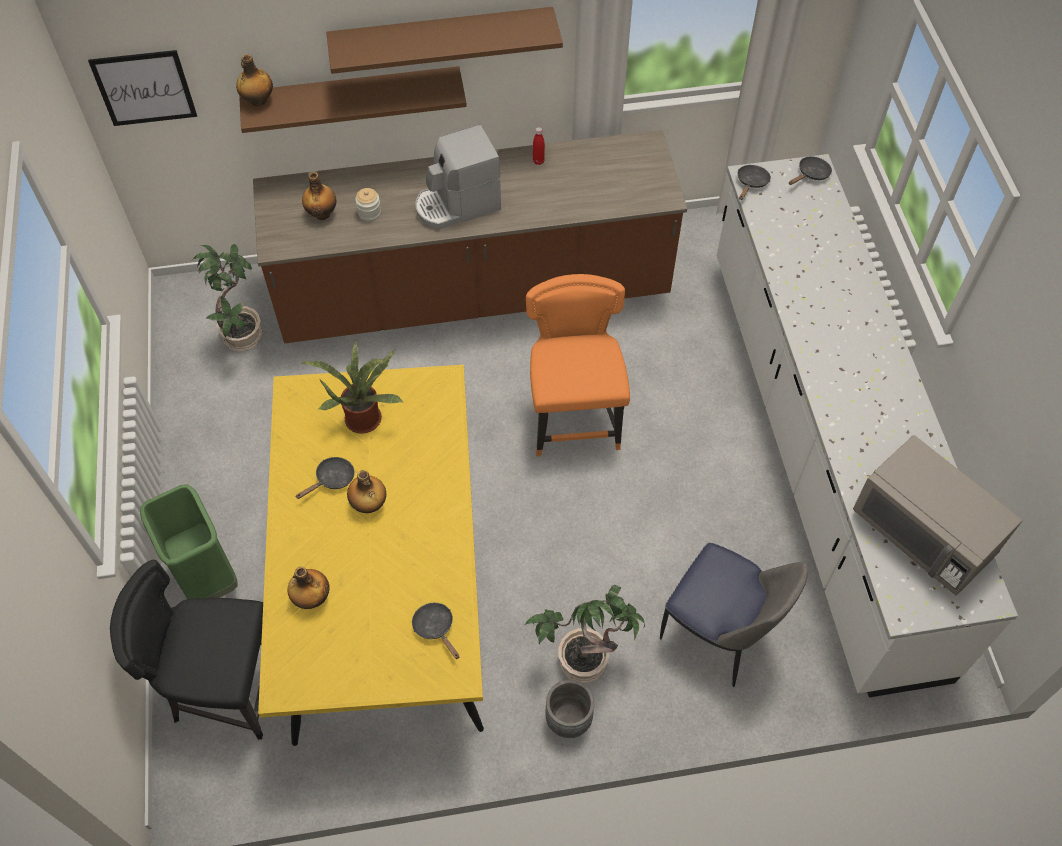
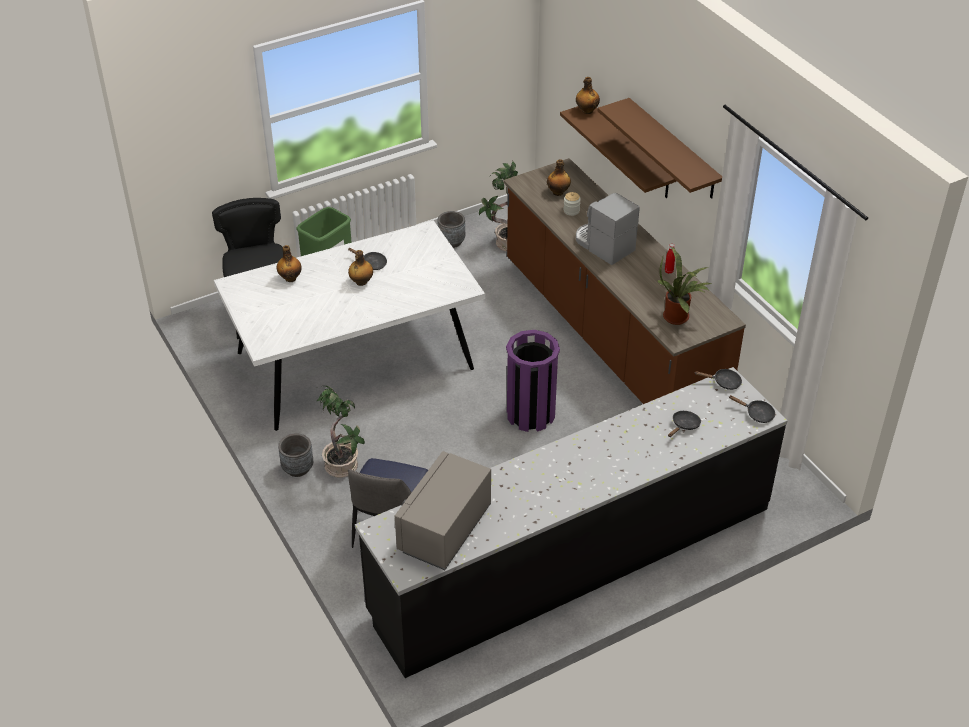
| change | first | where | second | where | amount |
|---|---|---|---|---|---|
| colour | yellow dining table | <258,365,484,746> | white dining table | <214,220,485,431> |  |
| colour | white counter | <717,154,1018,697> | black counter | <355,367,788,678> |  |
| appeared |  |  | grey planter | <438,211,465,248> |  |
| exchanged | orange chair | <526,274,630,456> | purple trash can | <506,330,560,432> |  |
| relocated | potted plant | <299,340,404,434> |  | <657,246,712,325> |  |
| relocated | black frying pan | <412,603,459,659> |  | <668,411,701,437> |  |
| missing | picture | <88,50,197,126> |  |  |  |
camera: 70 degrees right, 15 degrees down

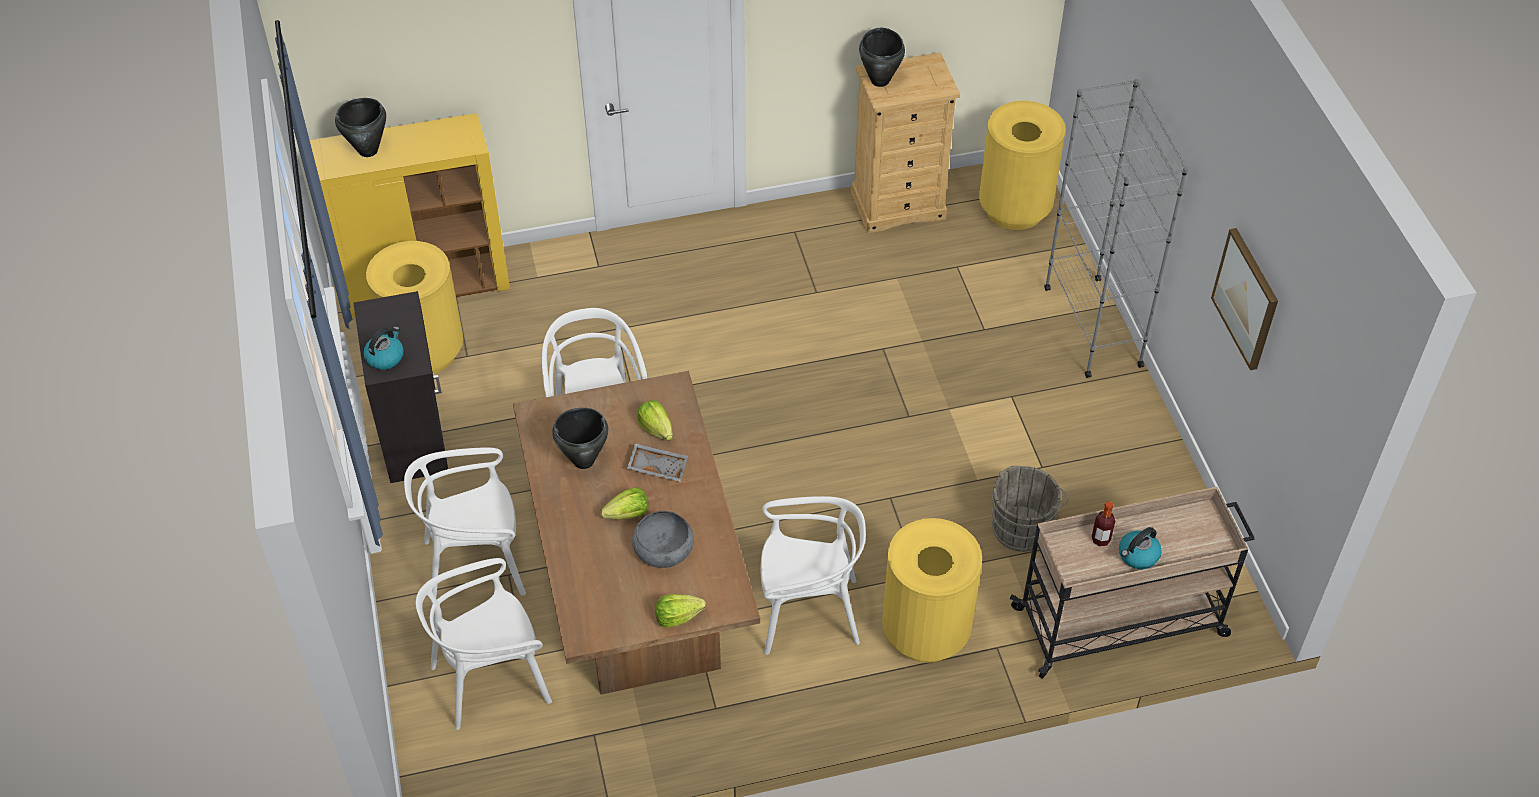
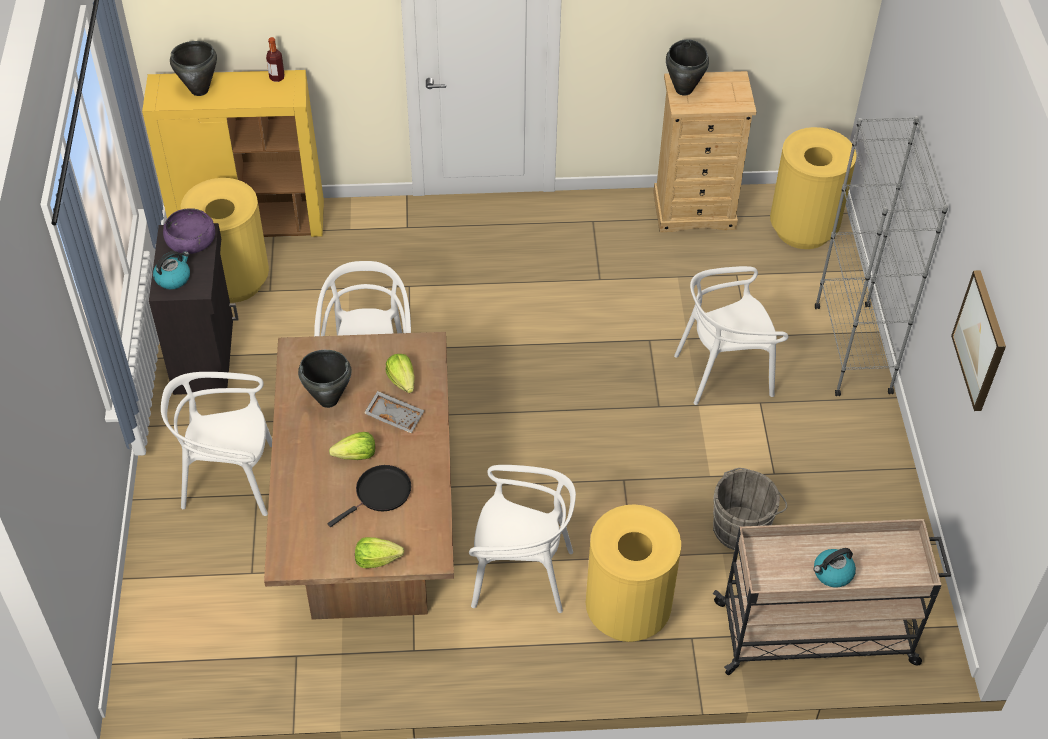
| change | first | where | second | where | amount |
|---|---|---|---|---|---|
| appeared |  |  | purple bowl | <163,208,215,254> |  |
| relocated | bottle | <1092,501,1115,546> |  | <266,37,285,82> |  |
| exchanged | grey bowl | <632,511,694,568> | black frying pan | <328,465,411,527> |  |
| relocated | white chair | <416,558,552,730> |  | <674,266,789,405> |  |
camera: 10 degrees right, 0 degrees up

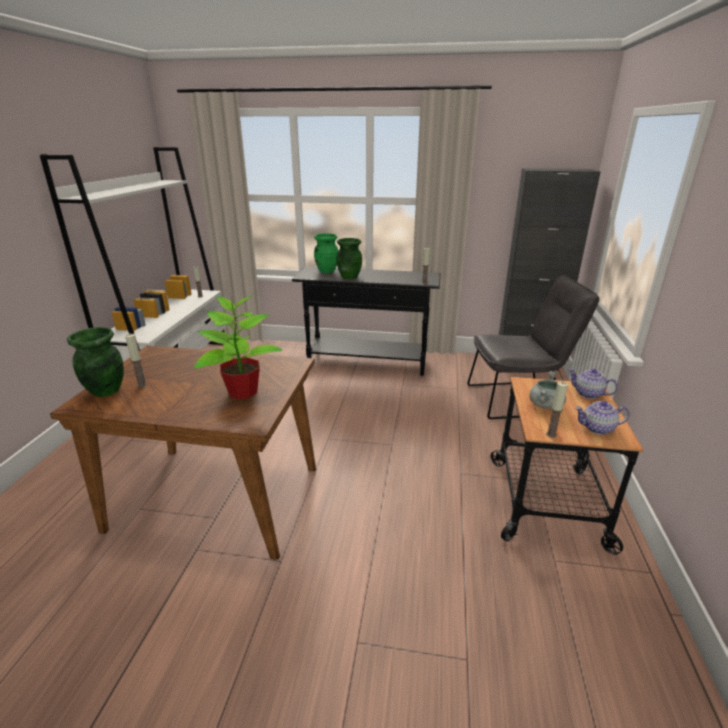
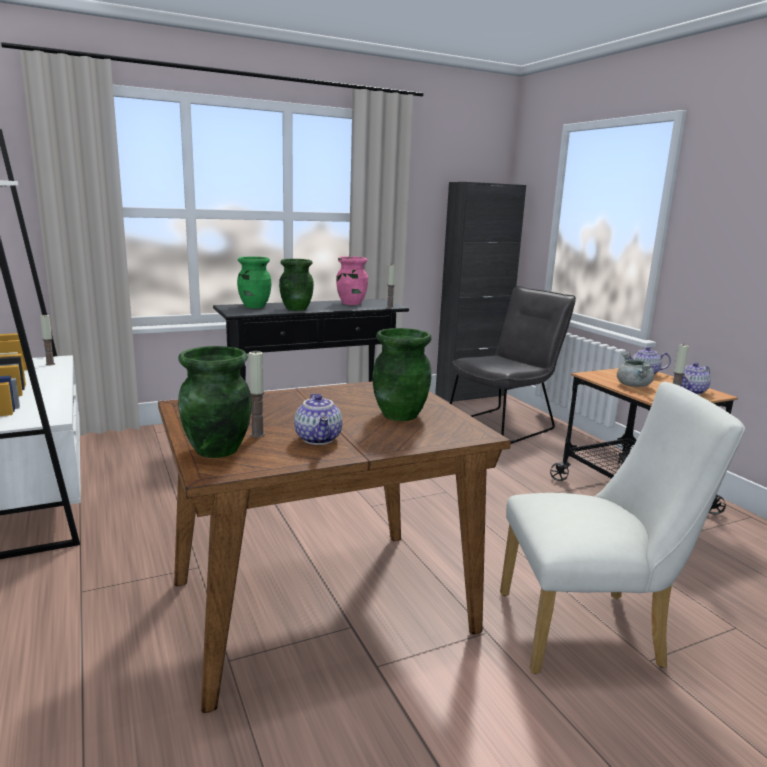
| change | first | where | second | where | amount |
|---|---|---|---|---|---|
| appeared |  |  | teapot | <294,393,342,445> |  |
| appeared |  |  | pink vase | <336,256,368,305> |  |
| exchanged | potted plant | <194,293,282,399> | green vase | <372,328,432,421> |  |
| appeared |  |  | white chair | <500,382,745,674> |  |
camera: 35 degrees left, 10 degrees down

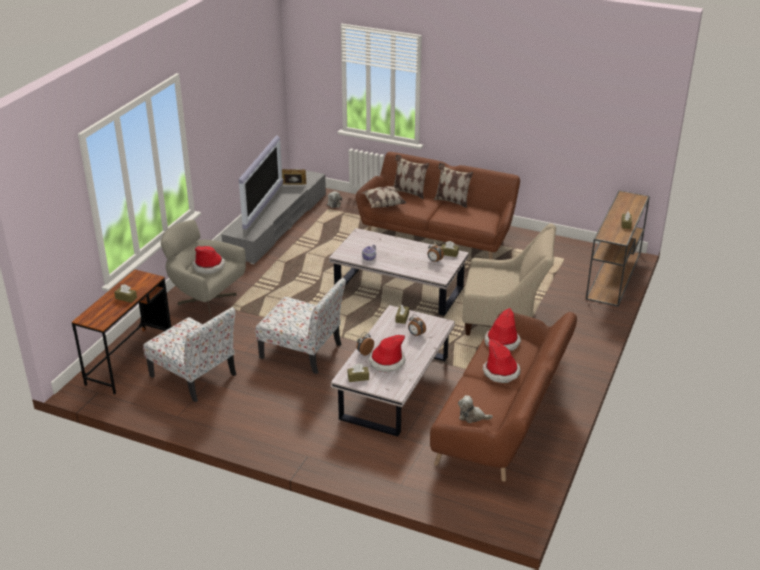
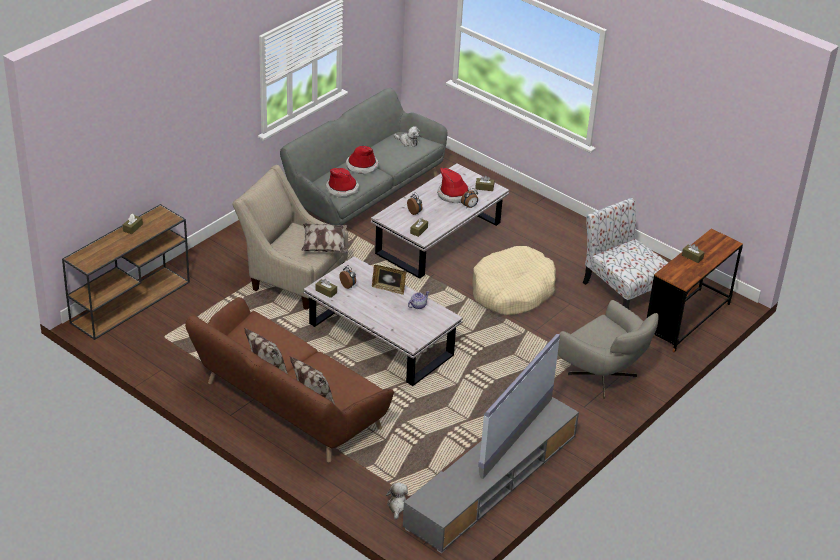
| change | first | where | second | where | amount |
|---|---|---|---|---|---|
| colour | brown sofa | <430,311,577,482> | grey sofa | <280,88,447,225> |  |
| relocated | pillow | <362,186,407,208> |  | <301,224,348,253> |  |
| relocated | picture frame | <282,169,306,185> |  | <372,265,406,295> |  |
| exchanged | chair | <255,278,346,374> | beige dog bed | <472,246,556,315> |  |
| missing | hat | <193,246,225,274> |  |  |  |
camera: 165 degrees left, 5 degrees up

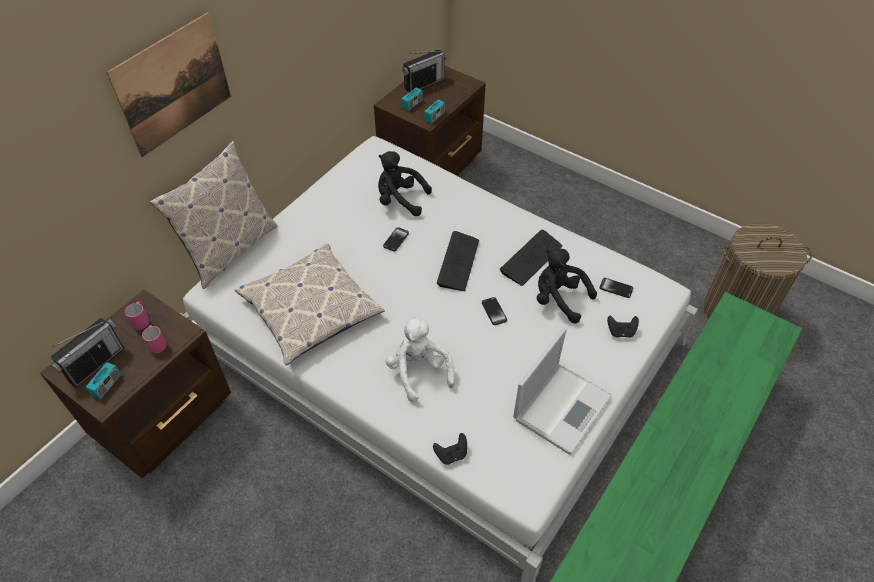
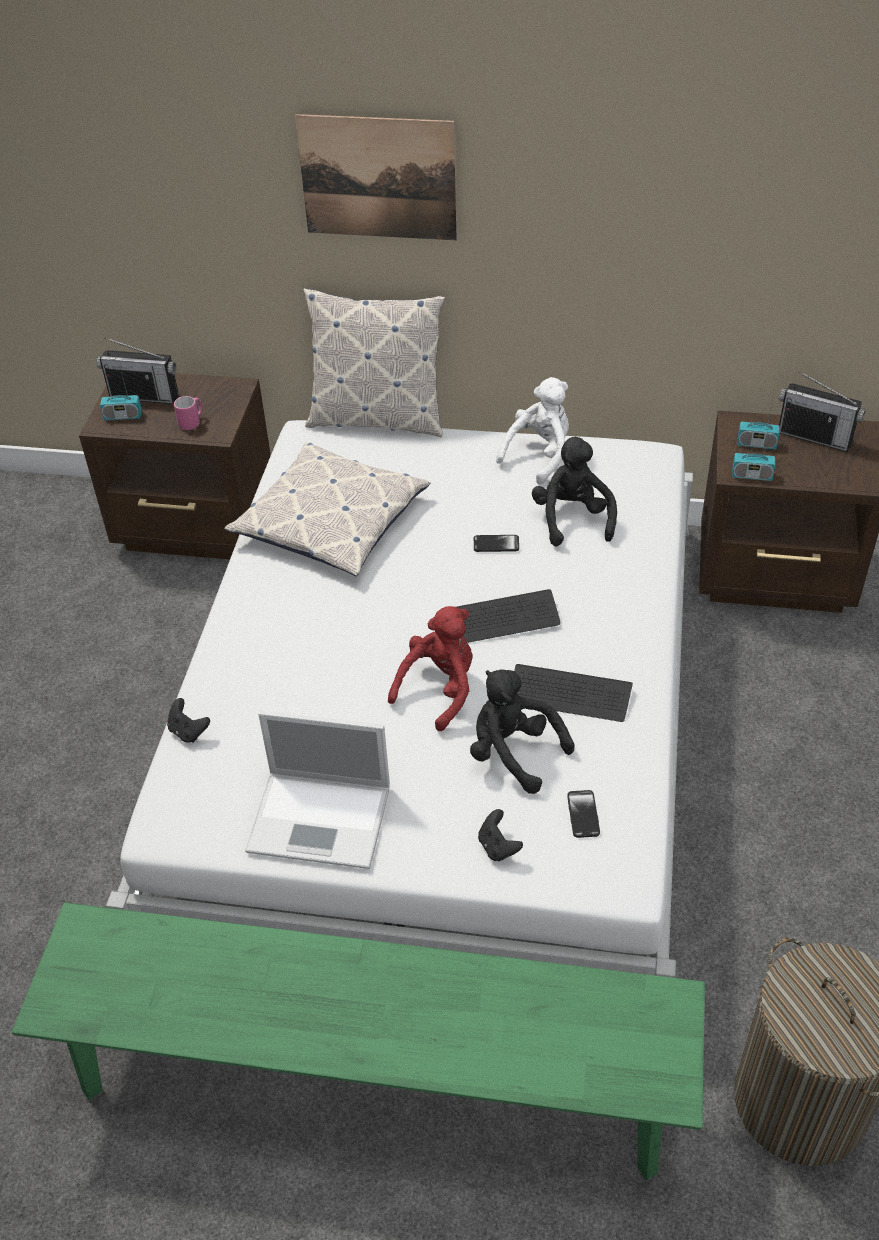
| change | first | where | second | where | amount |
|---|---|---|---|---|---|
| exchanged | phone | <482,297,507,325> | red plush toy | <388,606,473,731> |  |
| spun | black plush toy | <537,248,597,323> |  | <470,669,575,794> | 60 degrees counterclockwise |
| relocated | white plush toy | <386,316,455,403> |  | <496,377,569,485> |  |
| missing | pink mug | <125,301,150,330> |  |  |  |
camera: 65 degrees right, 5 degrees down

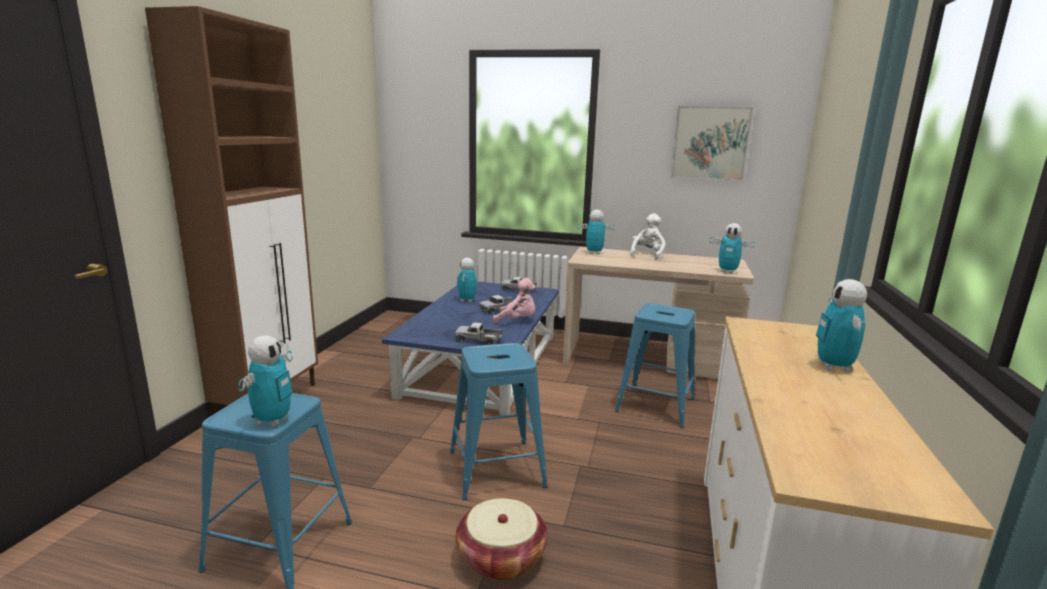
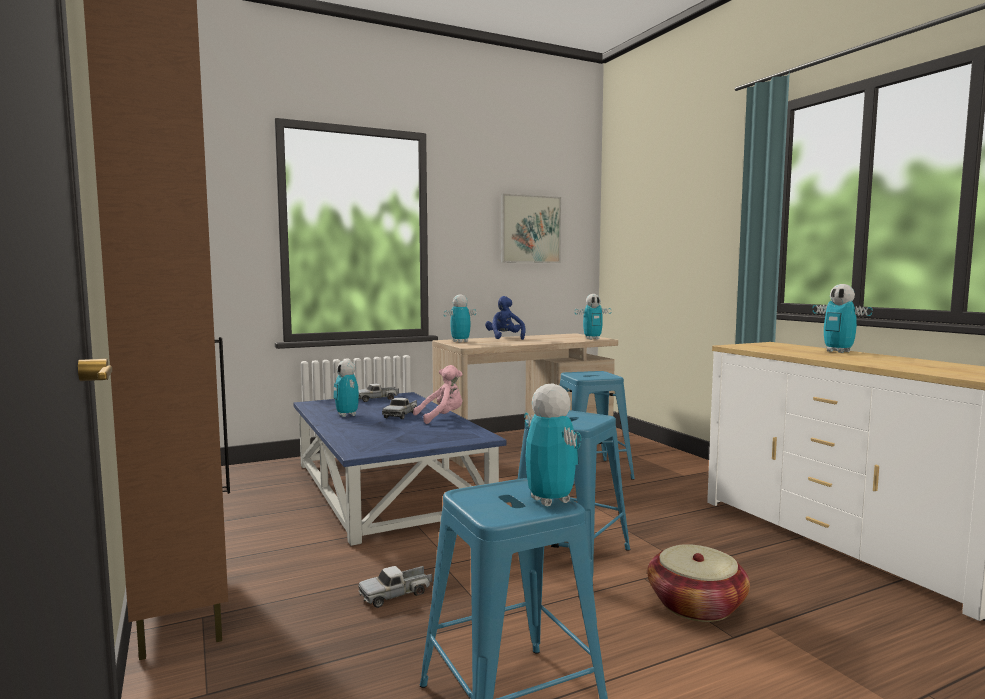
| change | first | where | second | where | amount |
|---|---|---|---|---|---|
| relocated | toy truck | <455,322,502,345> |  | <358,566,432,608> |  |
| colour | white plush toy | <630,213,666,260> | blue plush toy | <485,296,526,340> |  |
camera: 40 degrees left, 10 degrees down

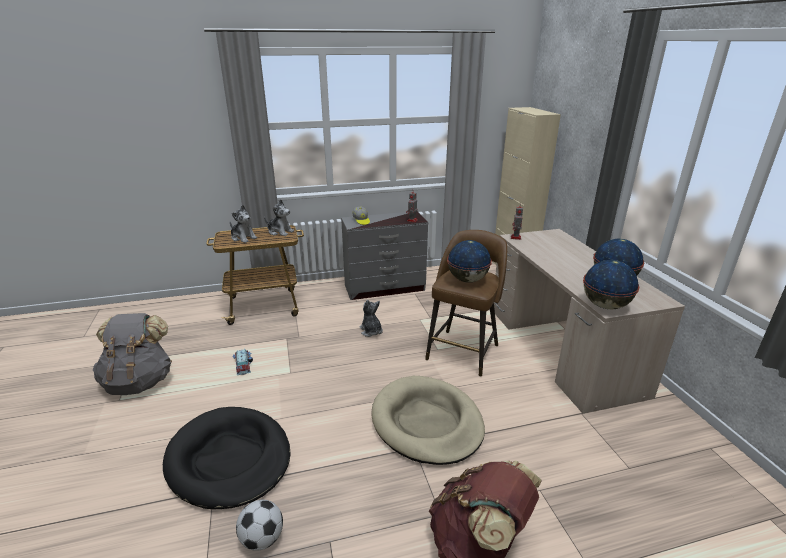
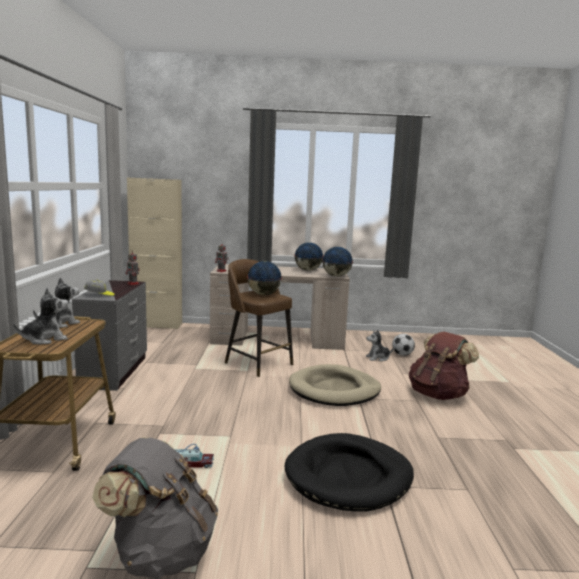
| change | first | where | second | where | amount |
|---|---|---|---|---|---|
| relocated | plush toy | <360,300,383,337> |  | <366,330,394,362> |  |
| relocated | football | <236,500,283,551> |  | <392,334,415,356> |  |
camera: 75 degrees left, 15 degrees down

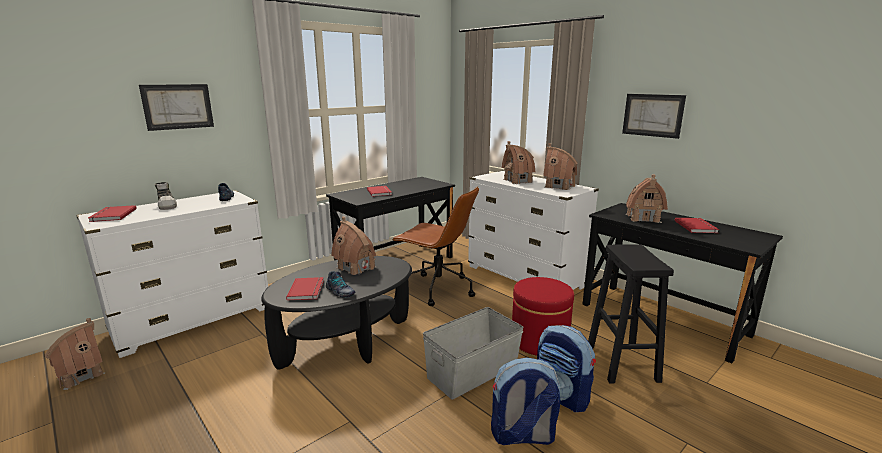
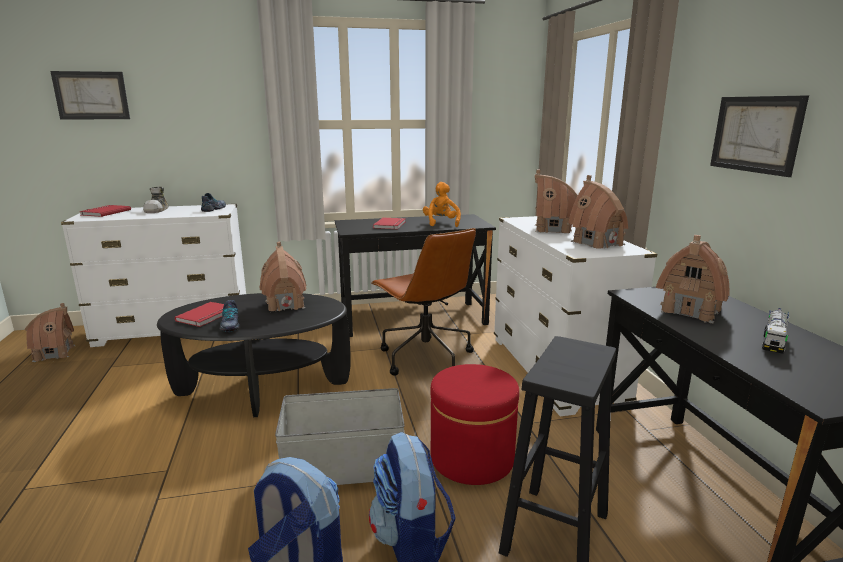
| change | first | where | second | where | amount |
|---|---|---|---|---|---|
| relocated | picture | <139,84,214,131> |  | <50,71,130,120> |  |
| appeared |  |  | orange plush toy | <423,182,461,227> |  |
| exchanged | red book | <675,218,719,233> | toy truck | <762,308,789,354> |  |
camera: 30 degrees right, 0 degrees up

